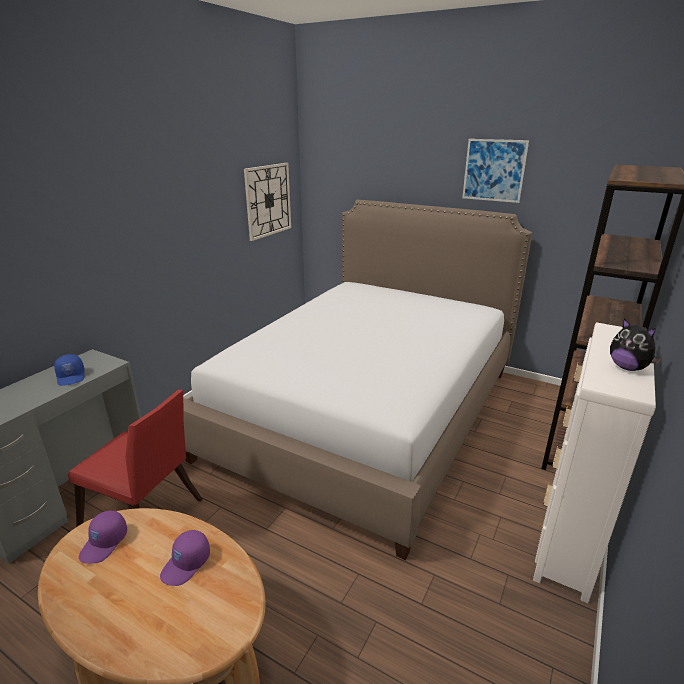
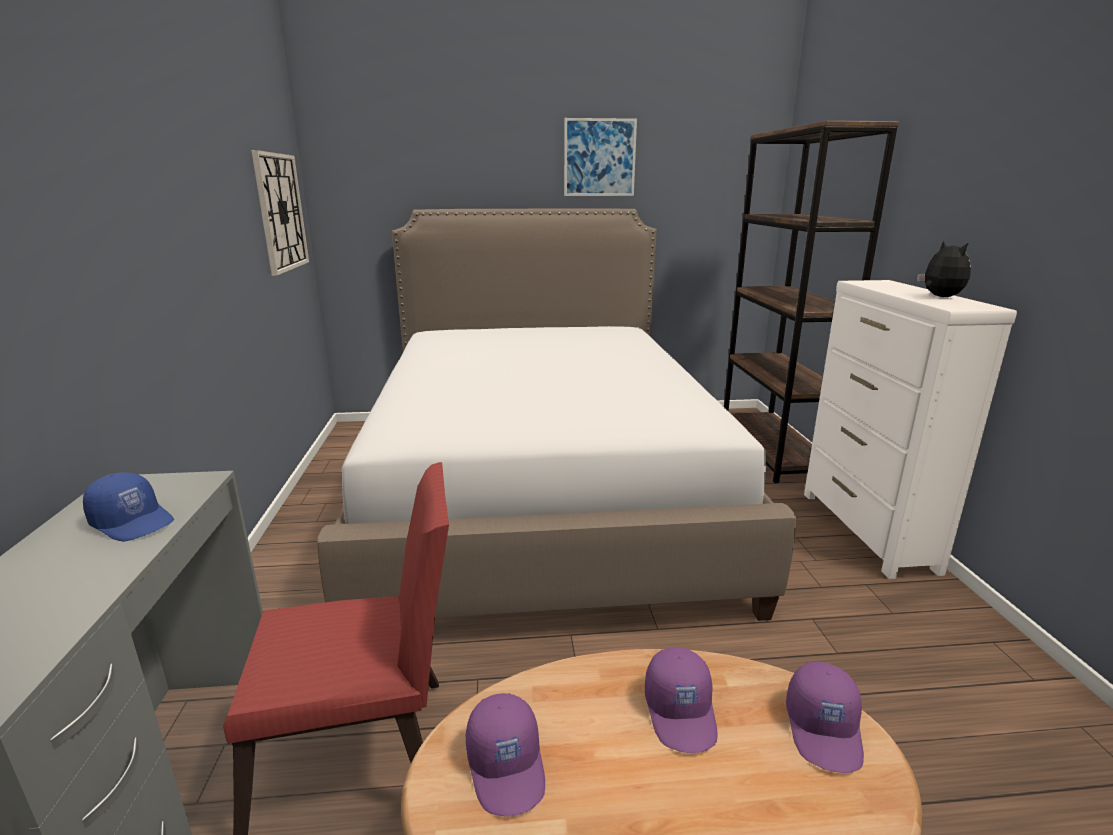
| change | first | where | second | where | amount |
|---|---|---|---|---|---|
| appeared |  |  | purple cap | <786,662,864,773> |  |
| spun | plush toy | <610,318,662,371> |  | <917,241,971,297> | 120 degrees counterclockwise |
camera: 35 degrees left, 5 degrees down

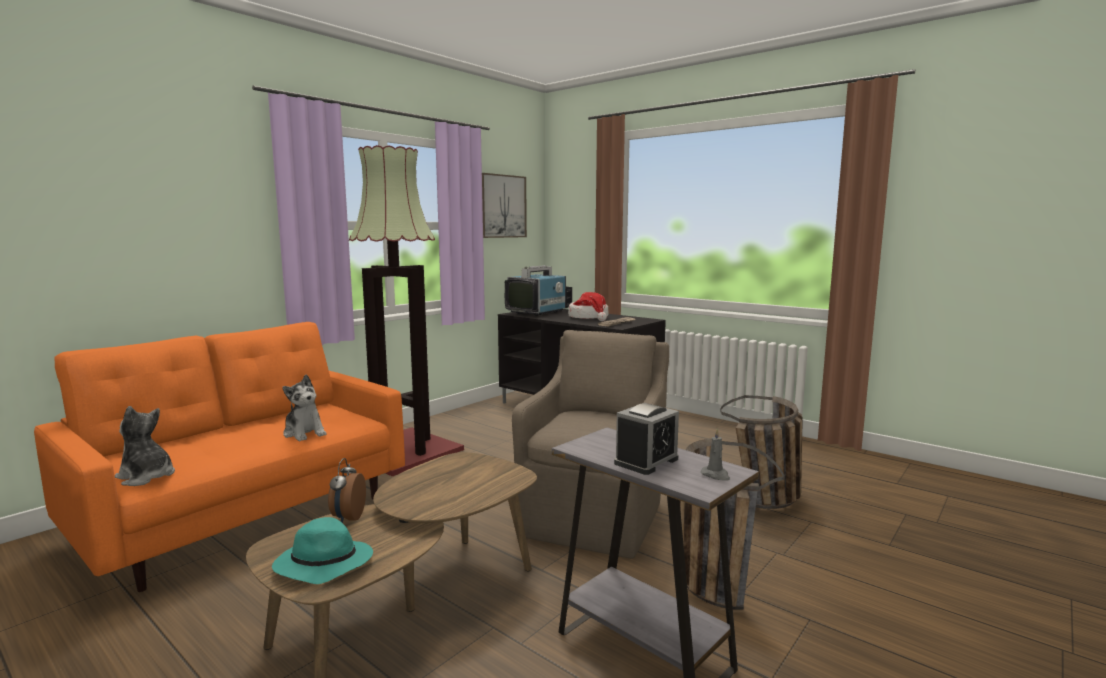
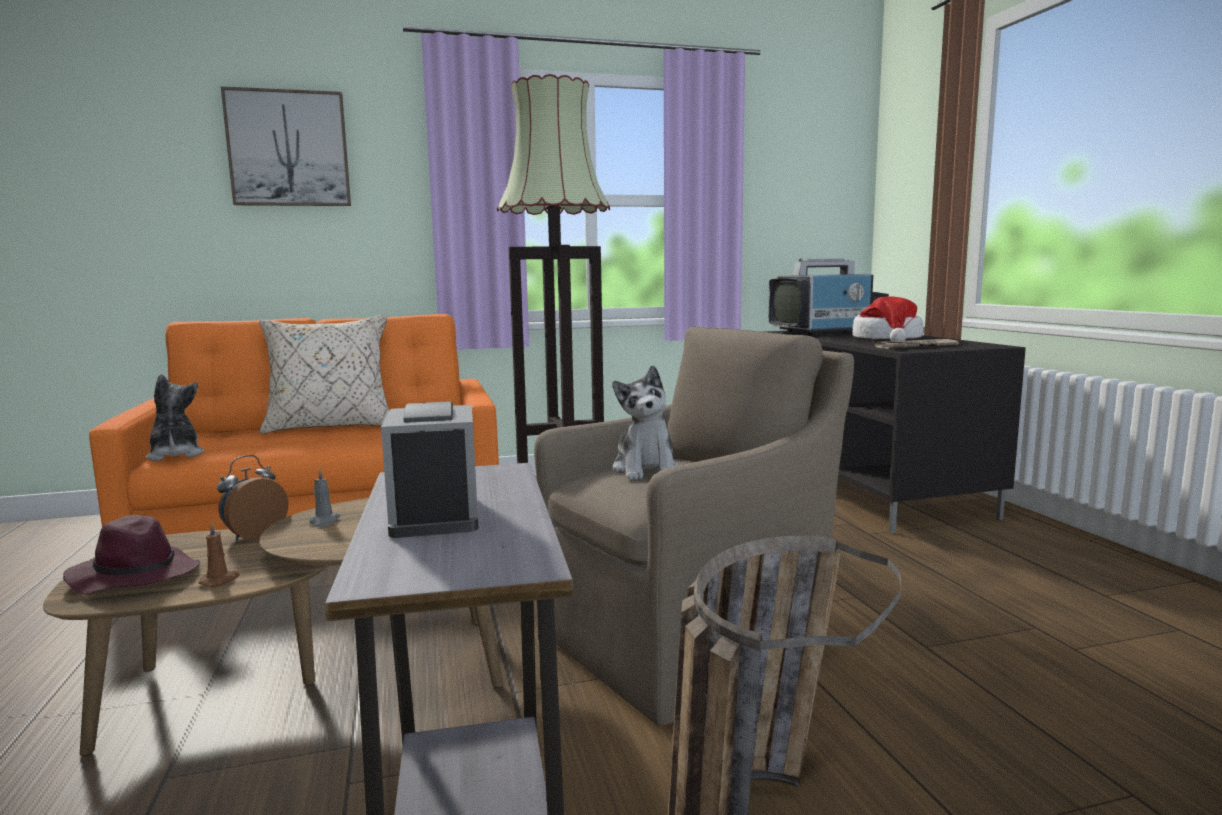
| change | first | where | second | where | amount |
|---|---|---|---|---|---|
| colour | turquoise hat | <272,517,373,584> | purple hat | <63,515,200,595> |  |
| appeared |  |  | brown candle | <198,522,240,587> |  |
| relocated | picture | <482,173,527,238> |  | <221,86,351,206> |  |
| appeared |  |  | beige pillow | <259,315,389,434> |  |
| relocated | grey candle | <701,428,730,481> |  | <309,468,340,527> |  |
| spun | alarm clock | <614,403,679,475> |  | <381,401,479,538> | 90 degrees clockwise |
| relocated | plush toy | <282,375,327,441> |  | <612,365,678,480> |  |
| missing | basket | <720,395,803,509> |  |  |  |
camera: 35 degrees right, 0 degrees up

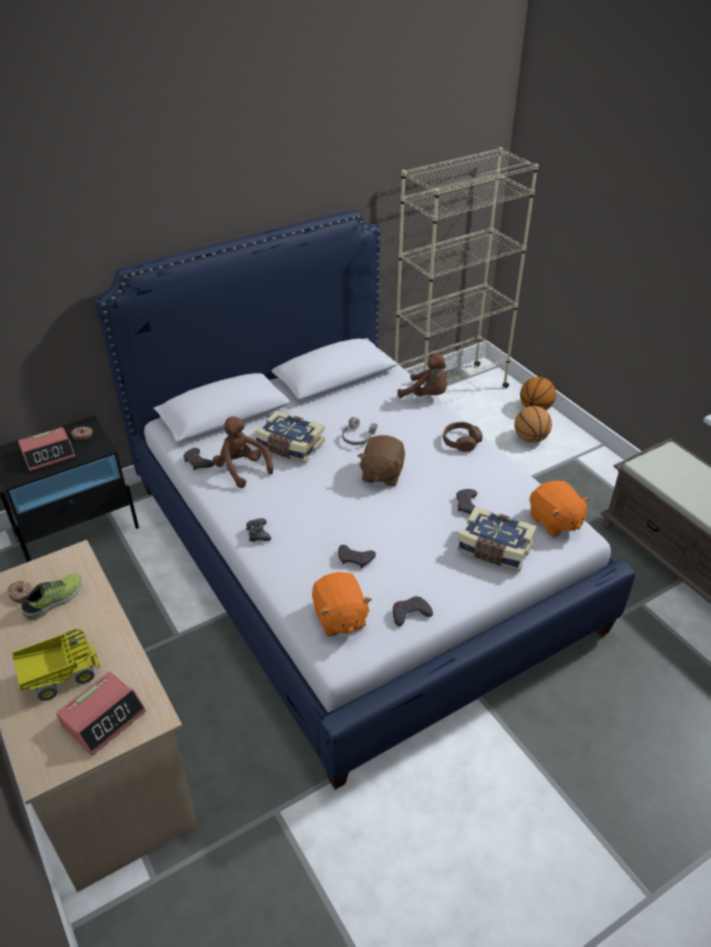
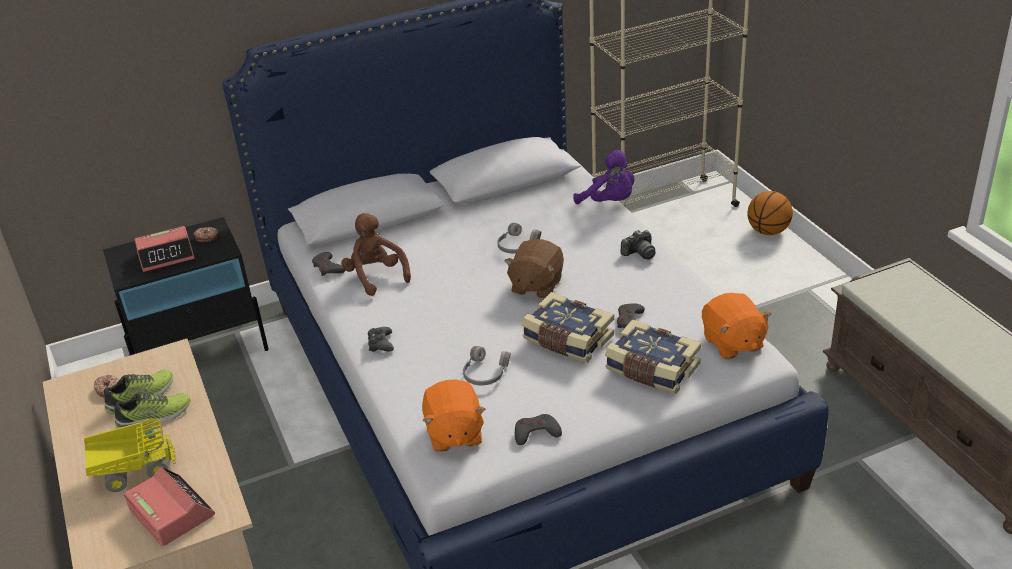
| change | first | where | second | where | amount |
|---|---|---|---|---|---|
| appeared |  |  | shoe | <114,392,190,428> |  |
| spun | alarm clock | <56,672,146,756> |  | <124,467,215,546> | 90 degrees counterclockwise |
| exchanged | grey game controller | <338,545,376,568> | grey headphones | <463,346,511,386> |  |
| relocated | book | <255,410,325,463> |  | <522,292,614,363> |  |
| colour | brown plush toy | <397,353,447,398> | purple plush toy | <573,150,634,204> |  |
| exchanged | brown headphones | <443,422,483,452> | photo camera | <621,230,656,260> |  |
| missing | basketball | <514,406,552,443> |  |  |  |
camera: 10 degrees right, 5 degrees down

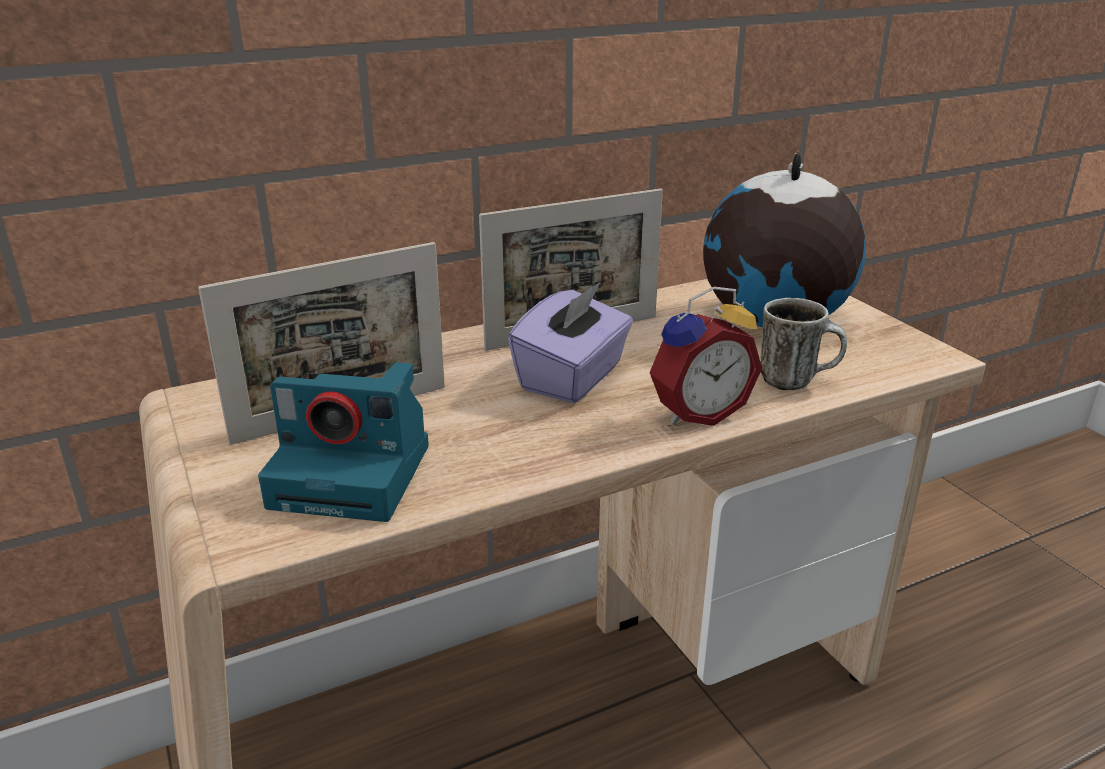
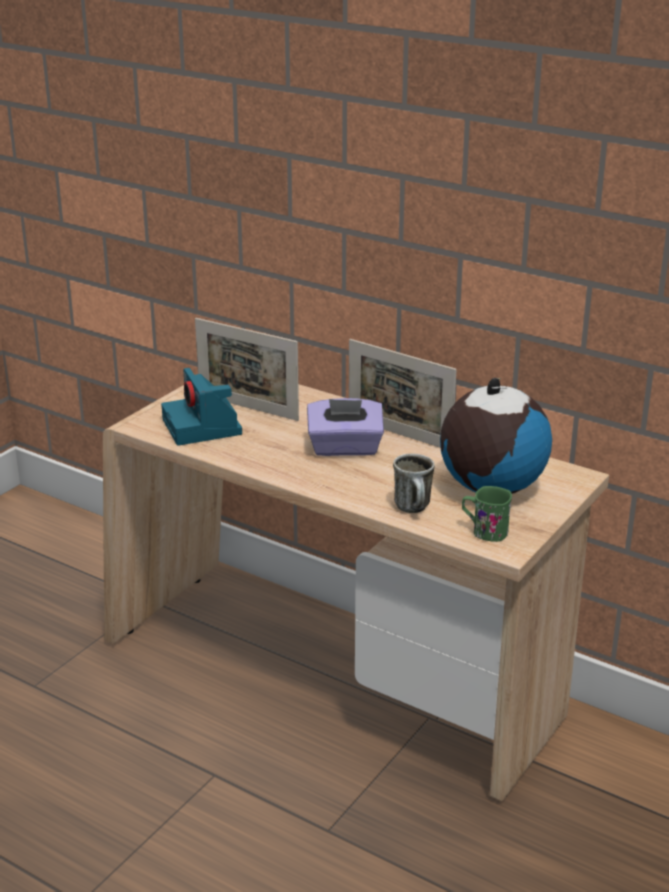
| change | first | where | second | where | amount |
|---|---|---|---|---|---|
| appeared |  |  | green mug | <462,486,512,542> |  |
| missing | alarm clock | <650,286,762,426> |  |  |  |
camera: 60 degrees right, 0 degrees up

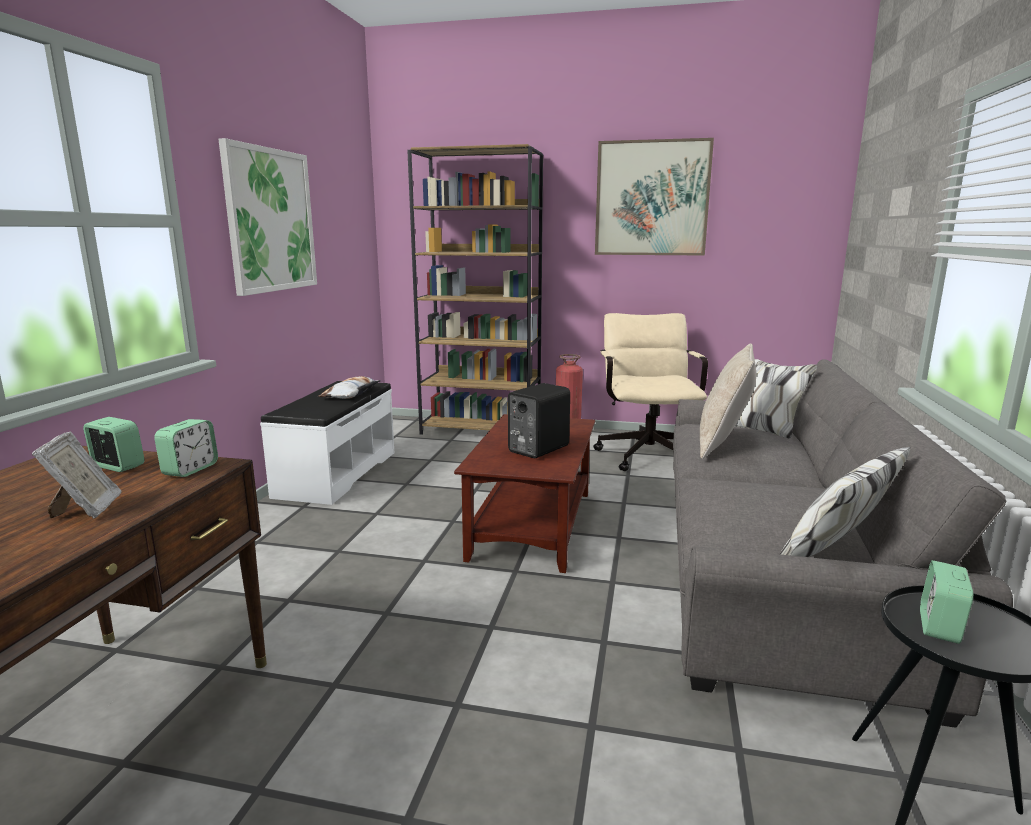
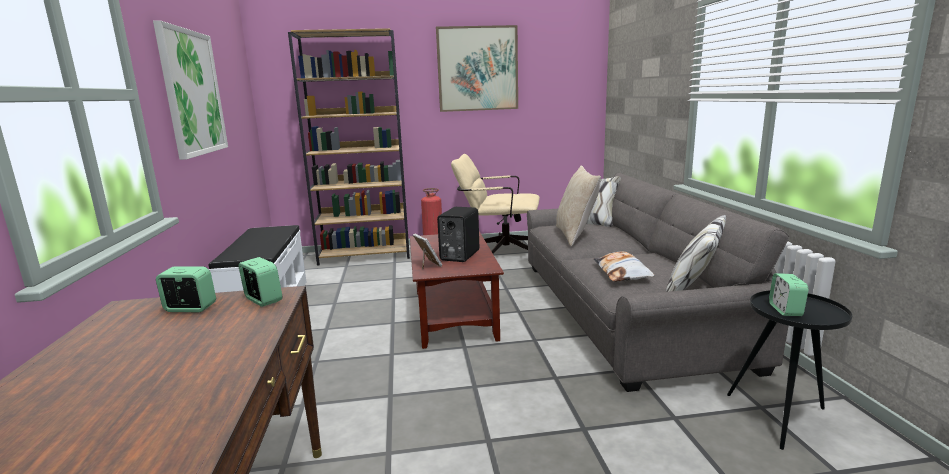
| change | first | where | second | where | amount |
|---|---|---|---|---|---|
| spun | alarm clock | <154,419,218,477> |  | <239,257,282,307> | 45 degrees counterclockwise |
| relocated | picture frame | <32,431,122,519> |  | <413,234,442,269> |  |
| spun | beige office chair | <593,313,708,471> |  | <451,154,540,254> | 60 degrees counterclockwise |
| relocated | pillow | <318,376,381,399> |  | <594,251,655,282> |  |
camera: 20 degrees left, 0 degrees up

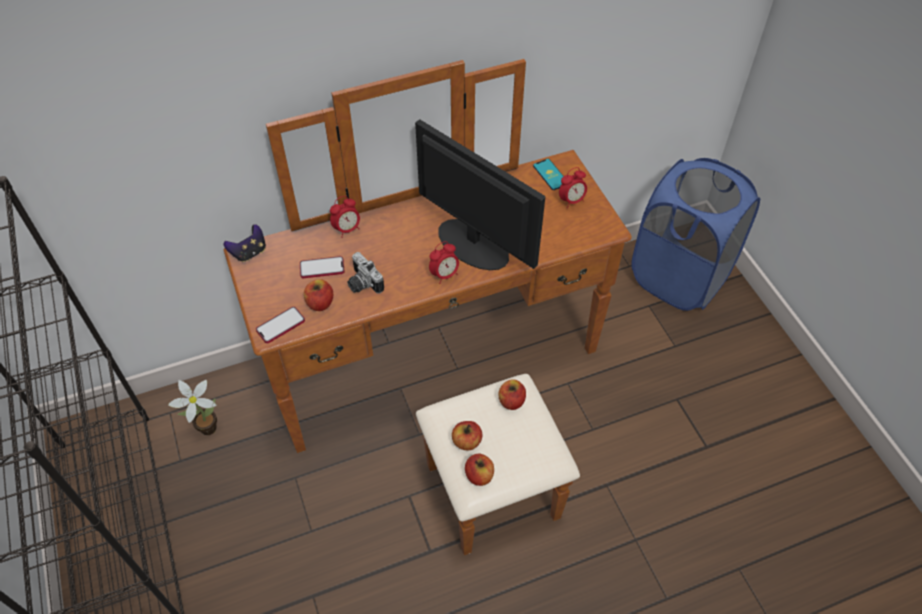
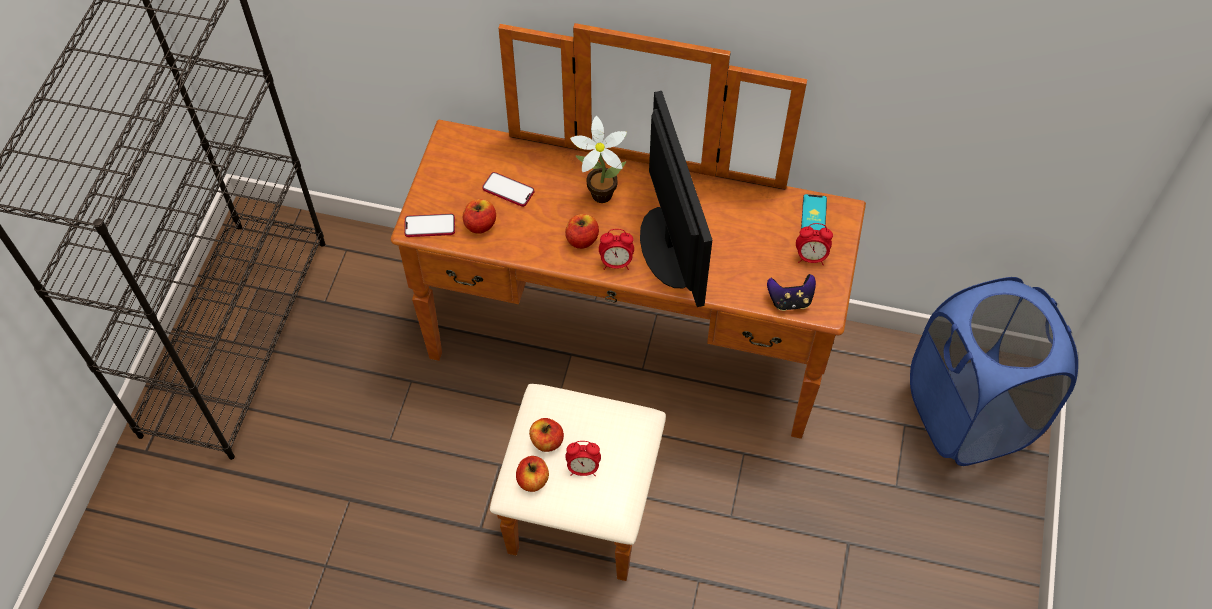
| change | first | where | second | where | amount |
|---|---|---|---|---|---|
| relocated | apple | <498,380,526,410> |  | <565,214,599,249> |  |
| relocated | alarm clock | <330,196,360,238> |  | <565,441,601,476> |  |
| relocated | potted plant | <168,380,217,435> |  | <570,116,627,203> |  |
| relocated | game controller | <224,224,266,262> |  | <767,274,816,311> |  |
| missing | photo camera | <347,252,384,293> |  |  |  |
camera: 35 degrees right, 5 degrees up

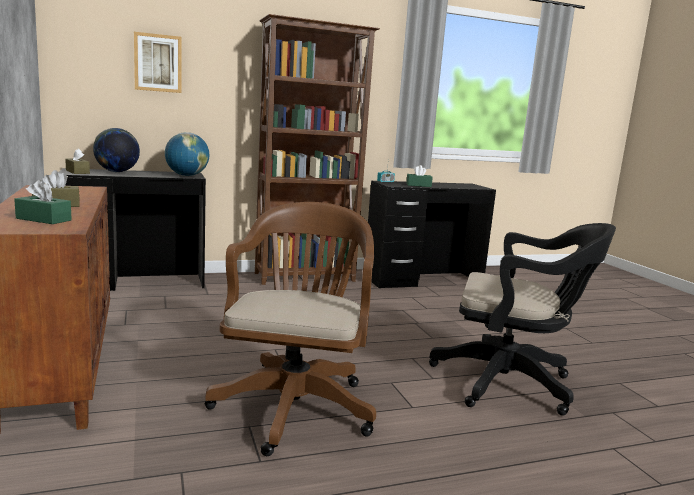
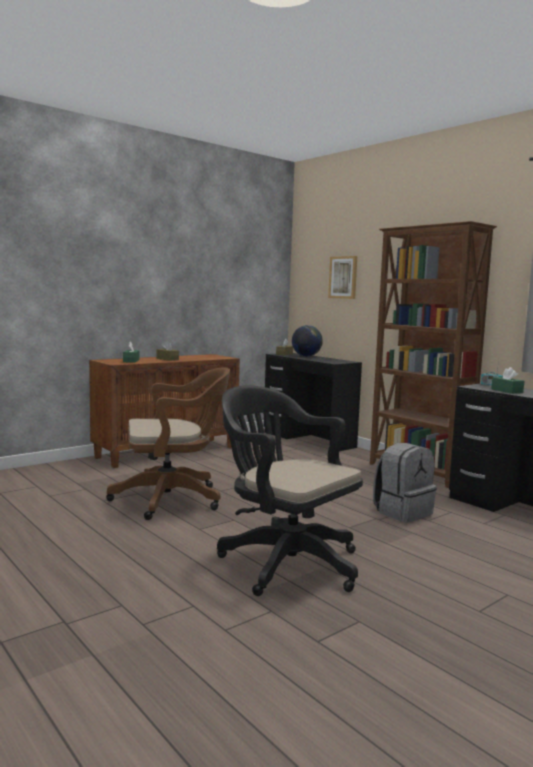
| change | first | where | second | where | amount |
|---|---|---|---|---|---|
| spun | black office chair | <429,223,616,416> |  | <217,386,363,596> | 135 degrees clockwise |
| appeared |  |  | grey backpack | <373,443,437,523> |  |
| missing | globe | <165,132,209,176> |  |  |  |
camera: 70 degrees right, 5 degrees down

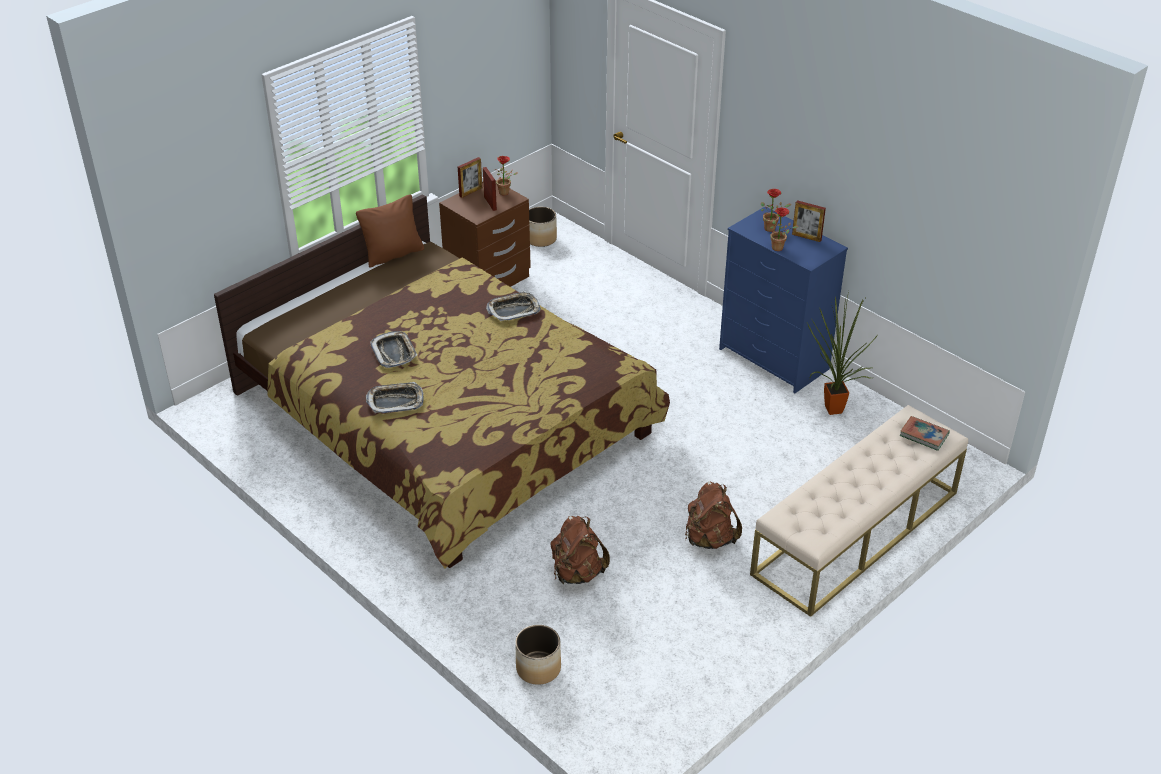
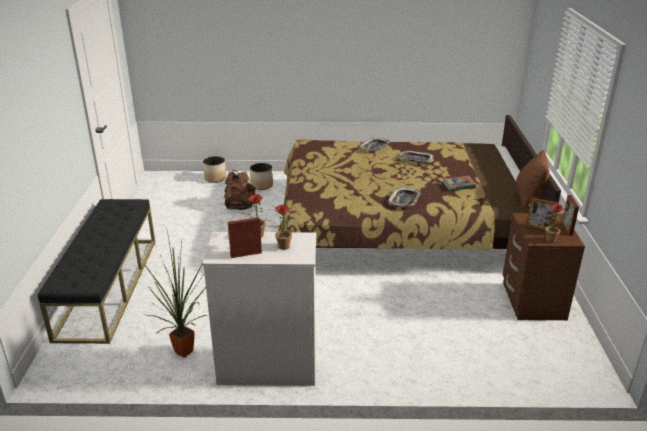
| change | first | where | second | where | amount |
|---|---|---|---|---|---|
| colour | beige bench | <750,405,968,617> | black bench | <38,199,155,344> |  |
| colour | blue dresser | <719,207,848,393> | white dresser | <202,232,316,386> |  |
| relocated | planter | <529,207,557,247> |  | <250,163,273,190> |  |
| relocated | book | <900,416,950,451> |  | <443,176,476,191> |  |
| missing | brown backpack | <685,482,742,549> |  |  |  |
camera: 135 degrees right, 10 degrees down

